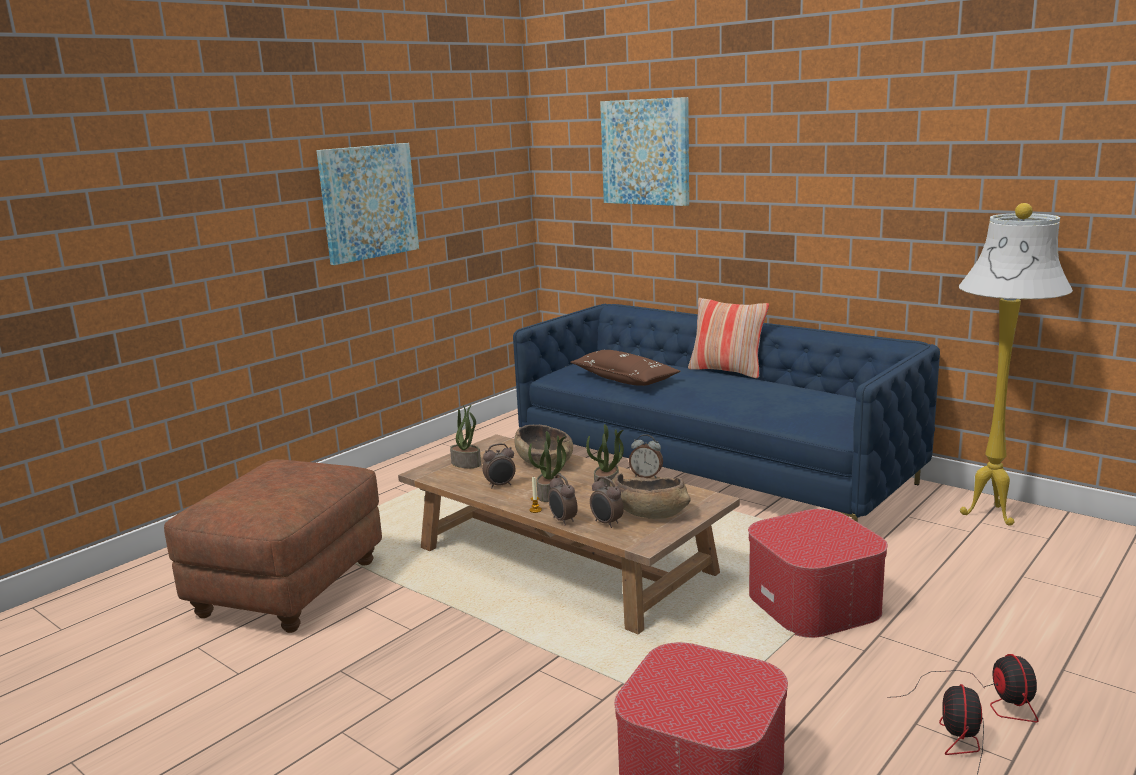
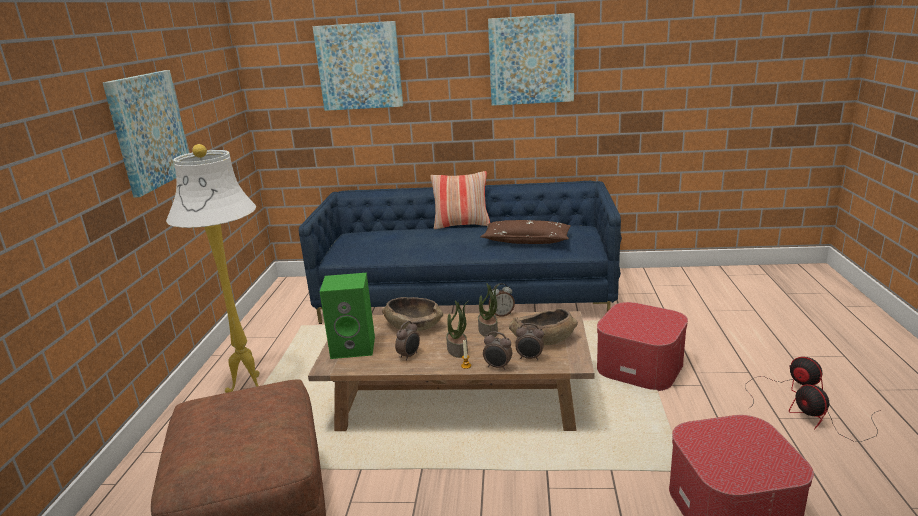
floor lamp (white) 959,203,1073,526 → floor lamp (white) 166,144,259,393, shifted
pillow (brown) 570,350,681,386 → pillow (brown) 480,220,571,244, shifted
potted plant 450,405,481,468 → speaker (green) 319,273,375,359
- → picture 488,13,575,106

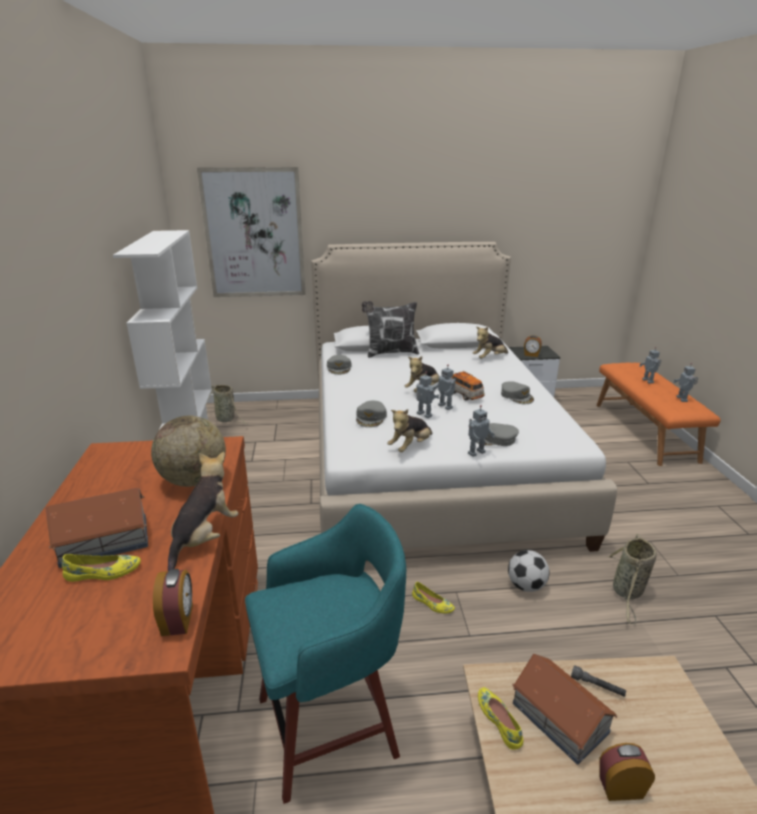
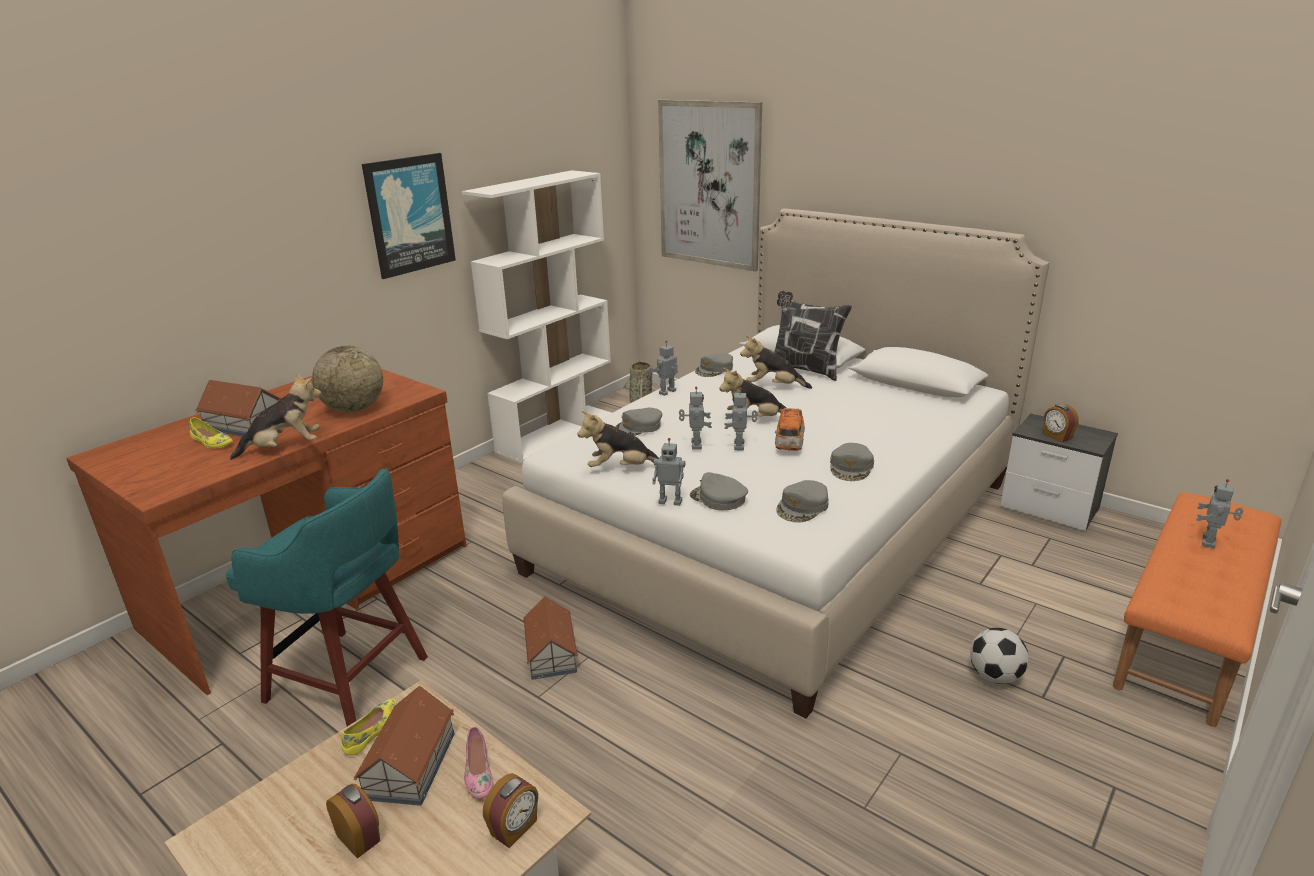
plush toy 473,327,508,359 → plush toy 740,335,812,389, shifted
toy robot 673,363,698,402 → toy robot 650,340,678,396, shifted
basket 608,534,657,624 → -
football 508,550,549,592 → football 970,628,1029,684, shifted
alarm clock 153,569,193,636 → alarm clock 483,773,538,848, shifted
shoe (yellow) 412,582,455,613 → toy house 523,596,578,680
flashlight (grey) 571,665,626,697 → shoe (pink) 464,726,493,799
- → picture 362,153,456,279
- → cap (grey) 776,480,829,523

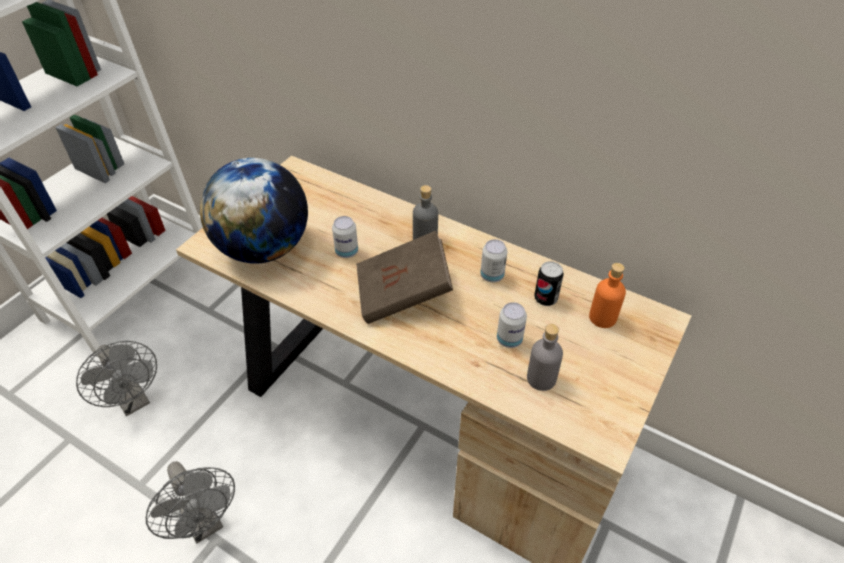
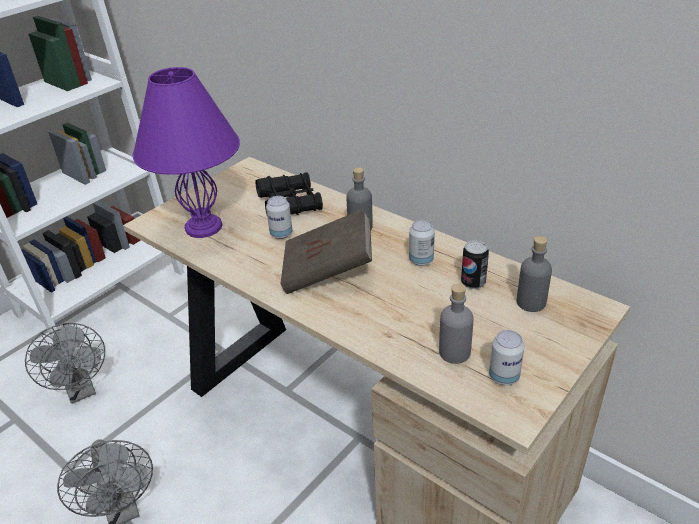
globe 200,158,308,264 → table lamp (purple) 133,67,240,238
bottle (orange) 589,263,626,328 → bottle (grey) 517,236,552,312
can 497,302,527,348 → can 489,330,525,385, shifted
- → binoculars (black) 255,172,323,215

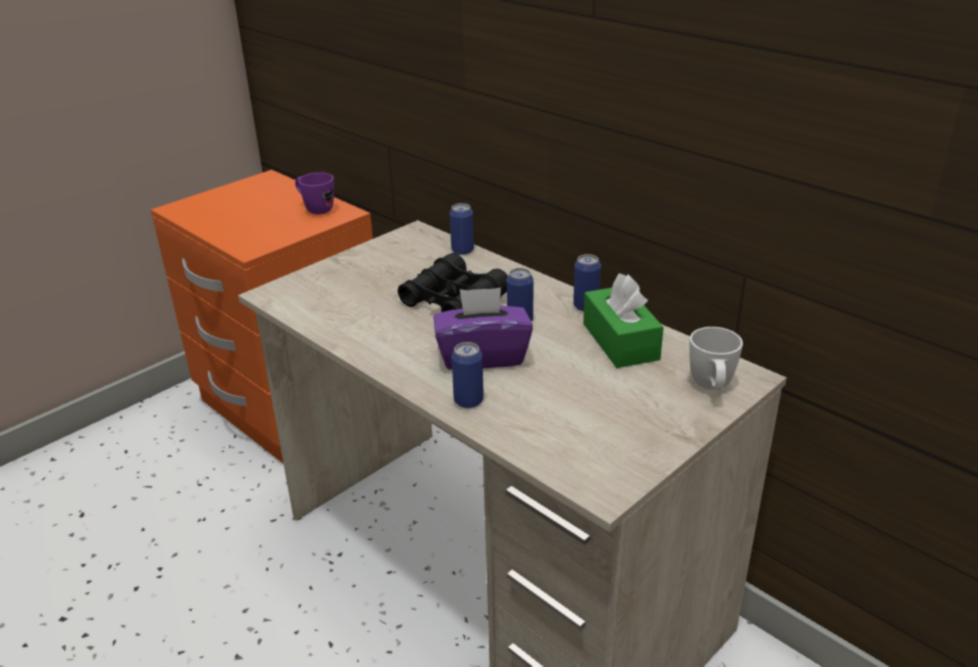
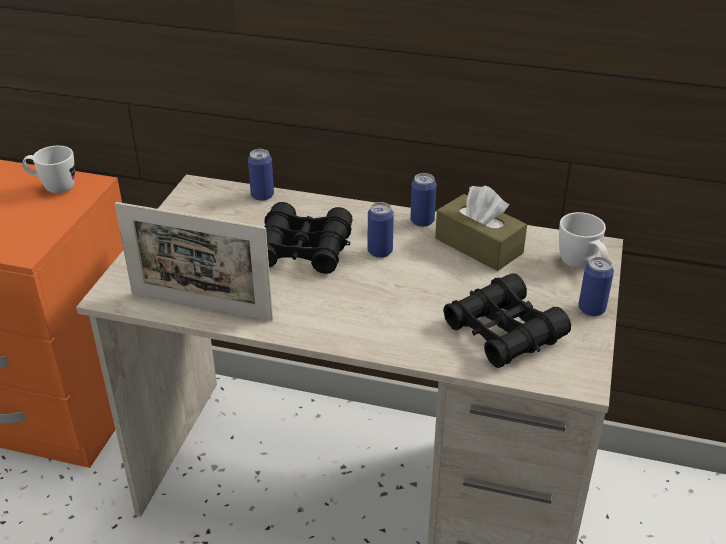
mug (purple) 295,172,334,214 → mug (white) 22,146,75,194
tissue box (green) 583,273,664,368 → tissue box (brown) 435,185,527,271
tissue box (purple) 434,287,533,371 → -
can 452,342,484,408 → can 578,257,614,316, shifted
- → picture frame 115,202,273,321
- → binoculars (black) 443,273,571,368

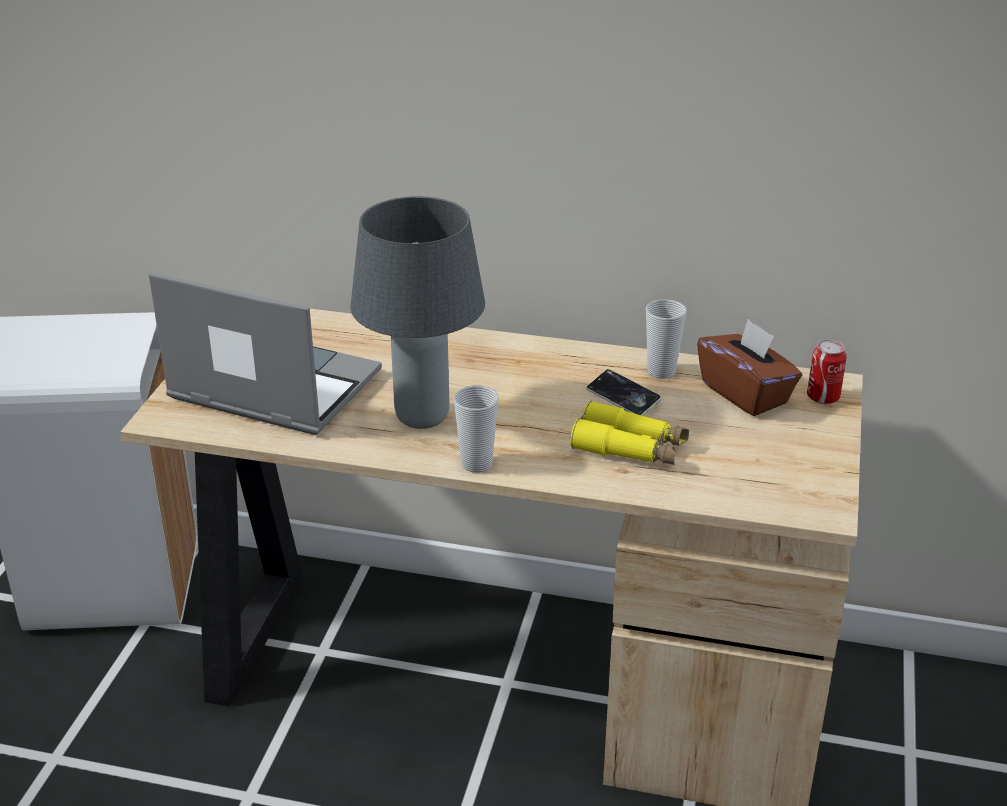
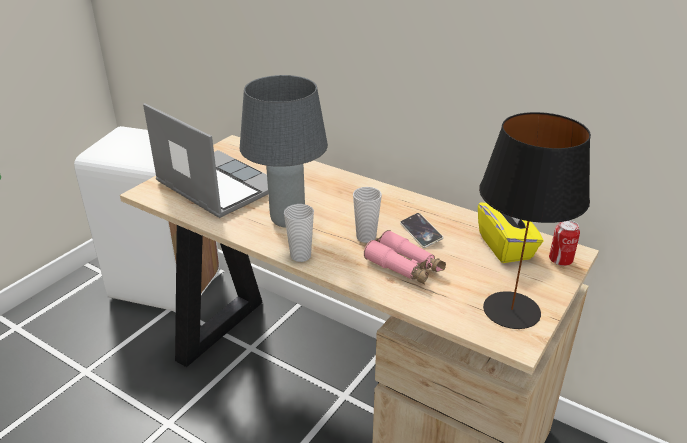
cup 646,299,687,379 → cup 353,187,382,243, shifted
tissue box (brown) 697,319,802,416 → tissue box (yellow) 478,202,544,263
binoculars (yellow) 570,401,689,465 → binoculars (pink) 364,230,446,284
- → table lamp (black) 479,112,591,329

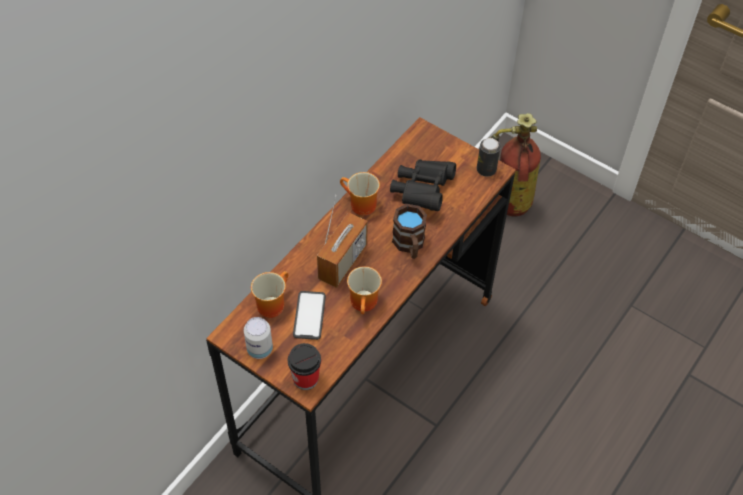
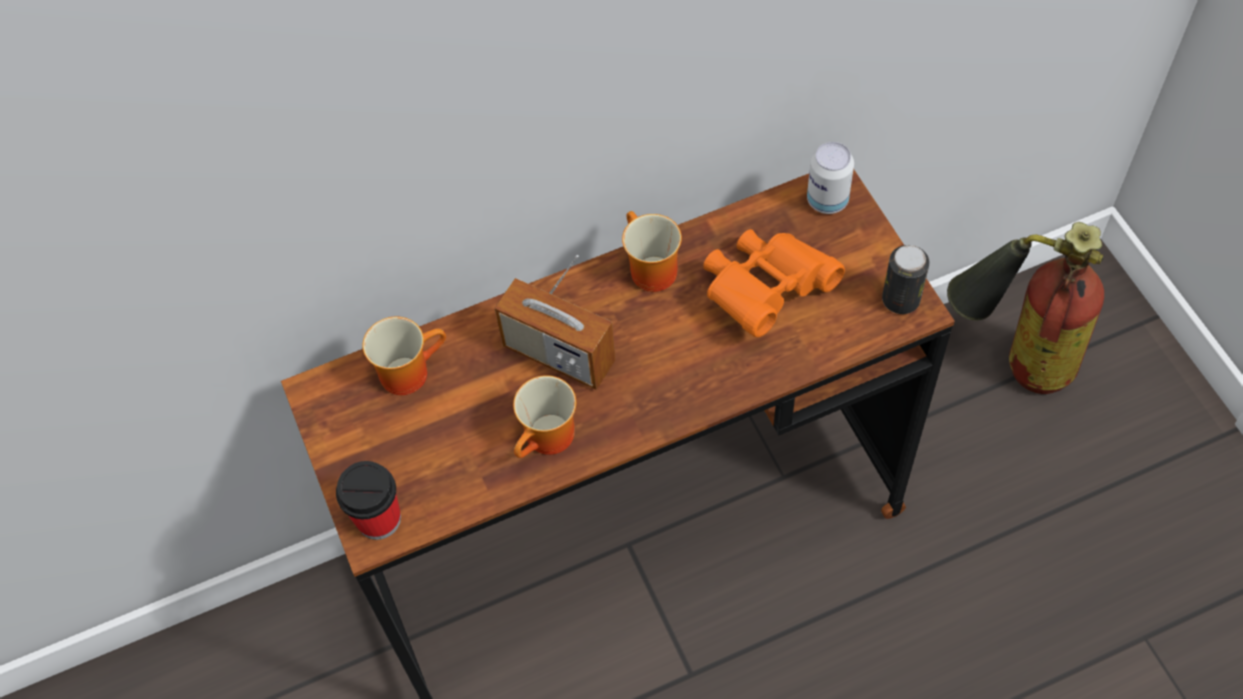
binoculars (black) 390,160,456,211 → binoculars (orange) 703,229,845,337
radio 317,195,368,288 → radio 495,255,616,390, 60 degrees clockwise
mug (brown) 392,204,427,259 → -
phone 293,291,326,340 → -
can 244,317,273,359 → can 807,142,854,214, shifted

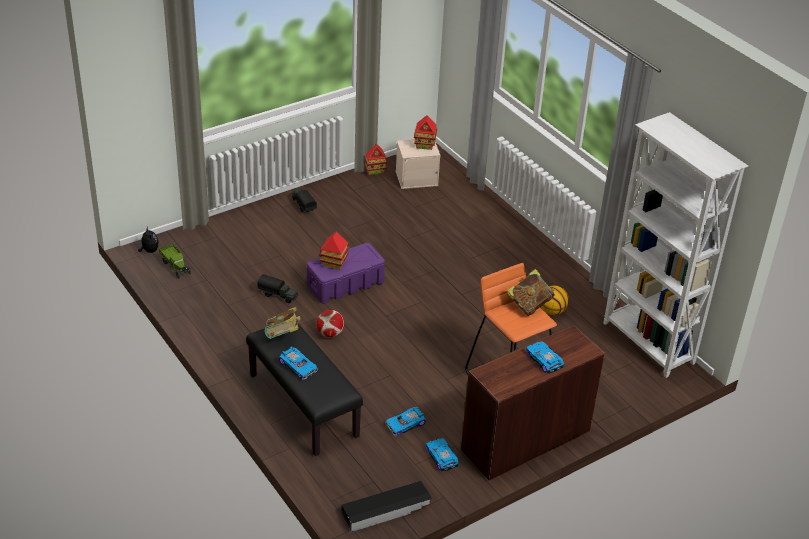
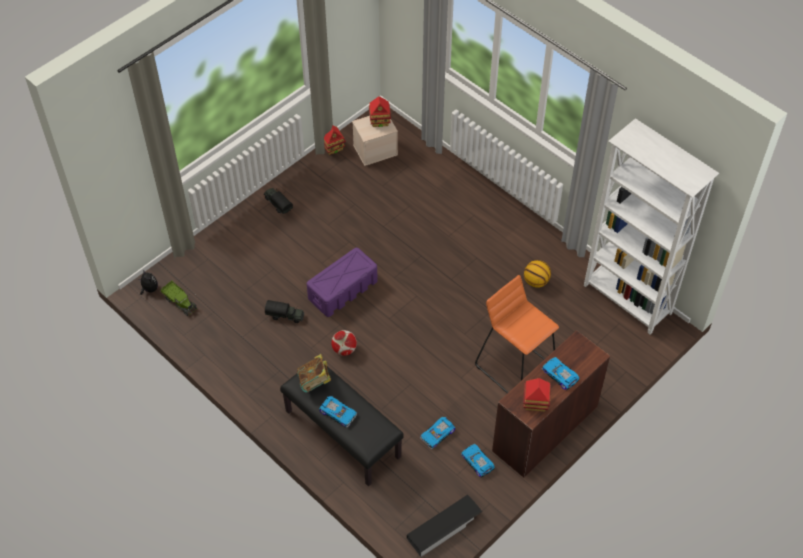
toy house 319,232,349,270 → toy house 523,378,551,411, shifted
book 507,269,555,316 → -

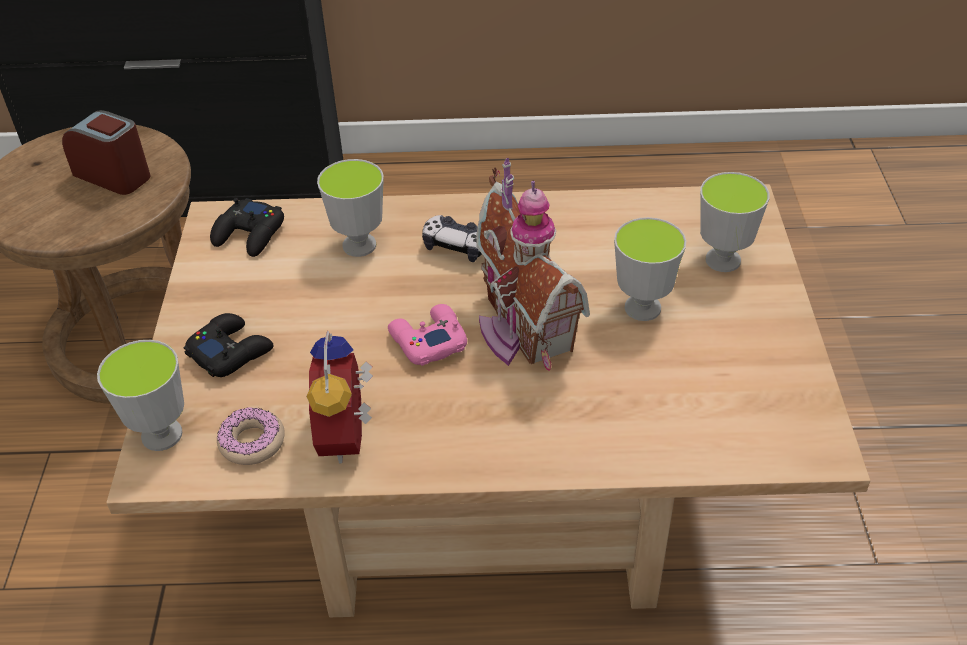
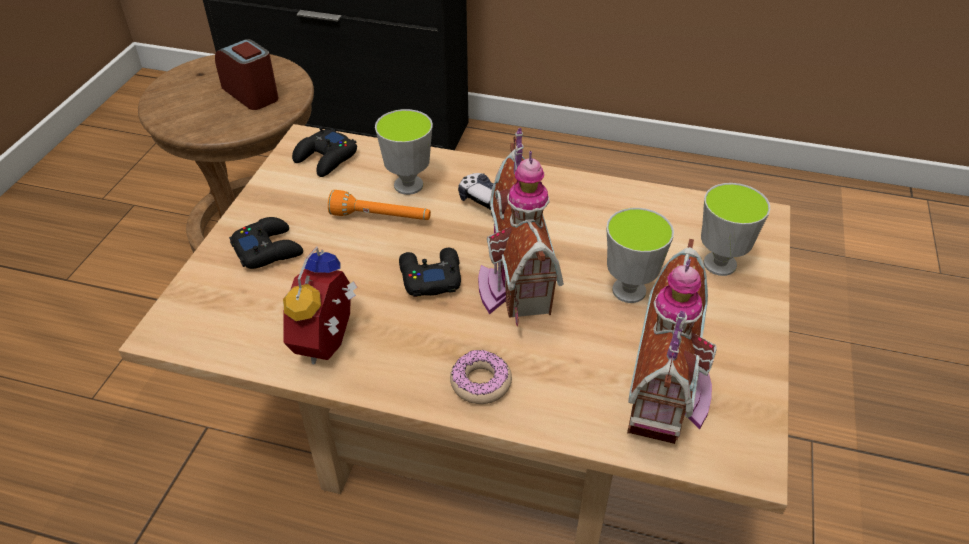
game controller (pink) 388,304,467,366 → game controller (black) 399,248,461,297
cup 97,340,184,451 → -
donut 217,407,285,465 → donut 450,350,512,404, shifted
- → flashlight (orange) 328,190,431,220
- → toy house 627,239,717,444

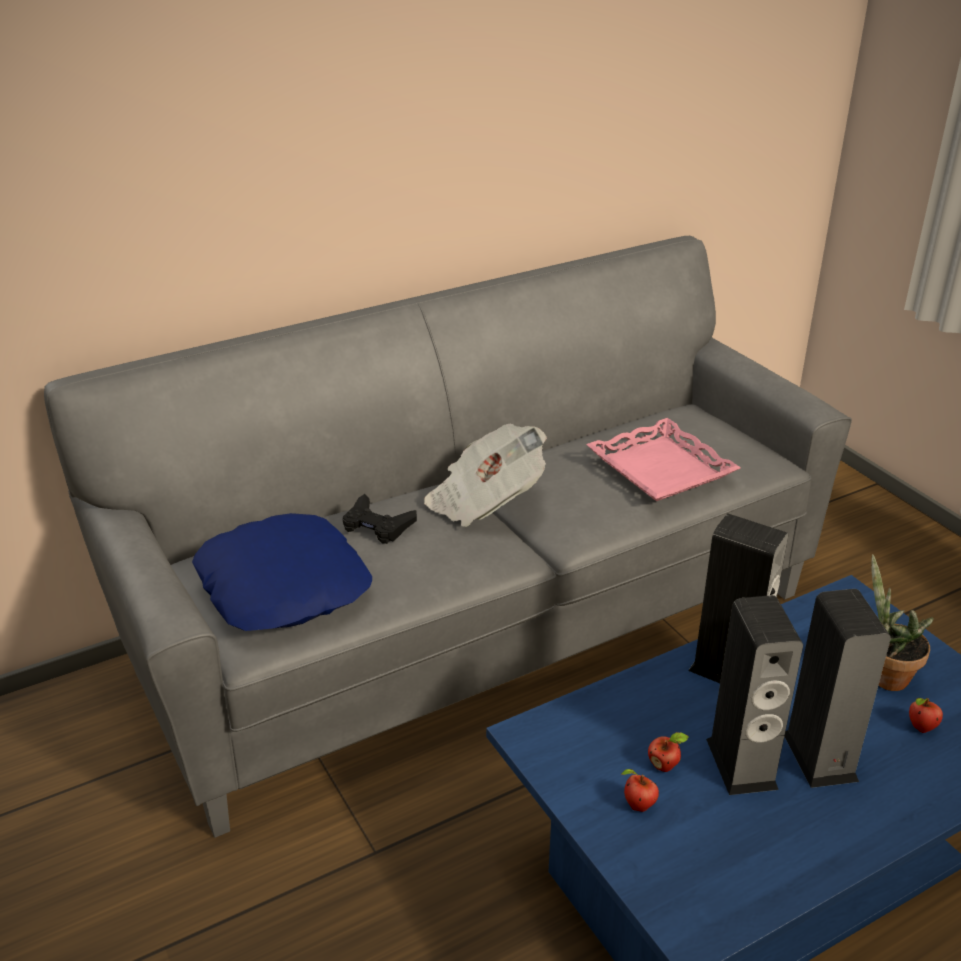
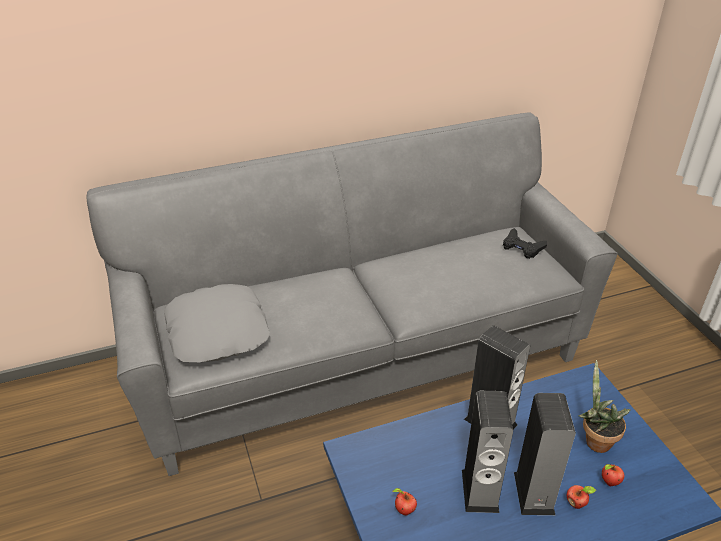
tray (pink) 586,418,741,501 → -
newspaper 424,423,547,527 → -
game controller (black) 343,494,417,544 → game controller (black) 503,228,547,259, shifted
pillow (blue) 192,513,372,631 → pillow (grey) 164,284,270,362
apple 648,732,689,772 → apple 567,485,596,509, shifted

